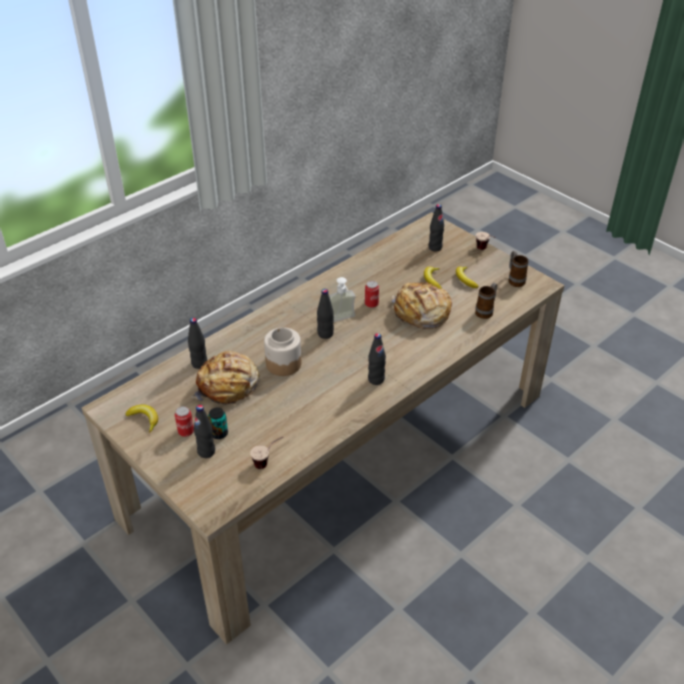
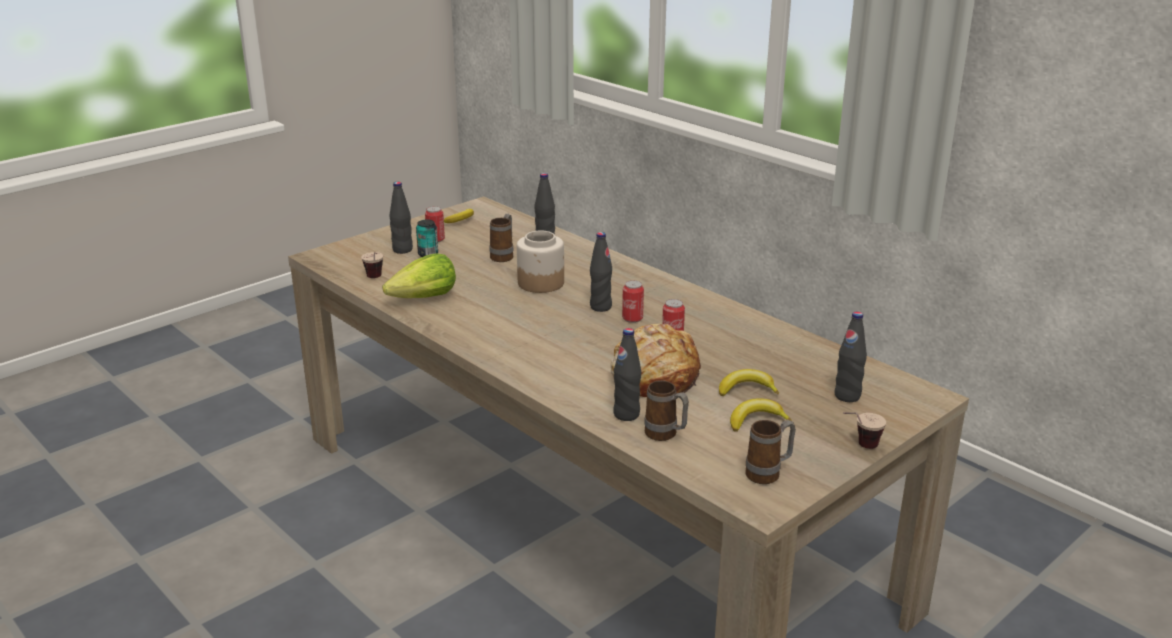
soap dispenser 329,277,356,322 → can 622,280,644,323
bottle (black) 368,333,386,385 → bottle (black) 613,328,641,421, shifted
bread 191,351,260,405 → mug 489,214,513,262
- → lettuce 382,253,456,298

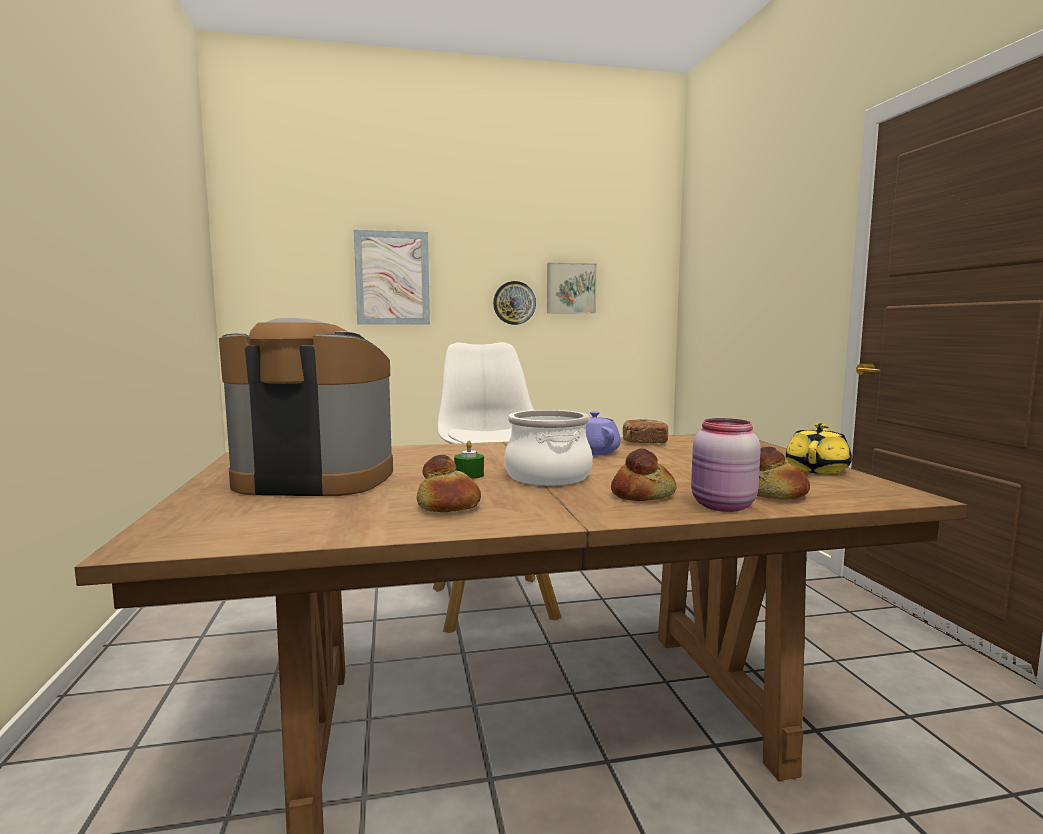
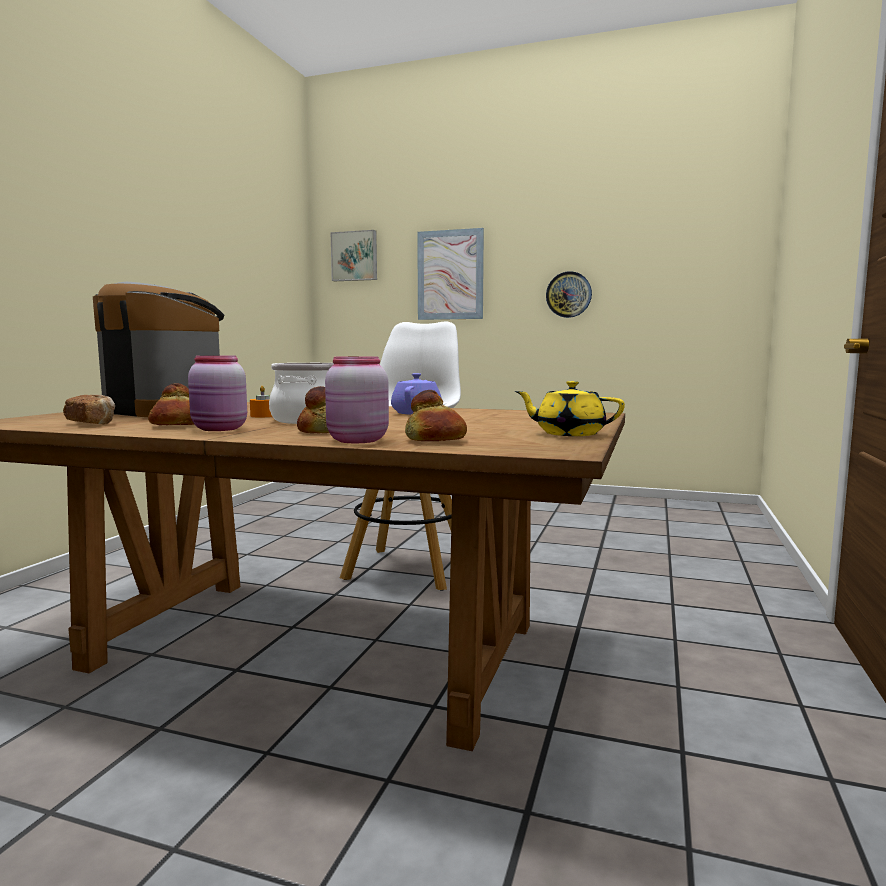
picture 547,263,597,314 → picture 331,230,377,281, shifted
bread 623,419,668,443 → bread 63,395,115,424, shifted
teapot (yellow) 786,423,852,474 → teapot (yellow) 515,381,625,436, 135 degrees counterclockwise
candle (green) 454,441,484,479 → candle (orange) 250,386,272,417
- → jar (pink) 188,356,247,431

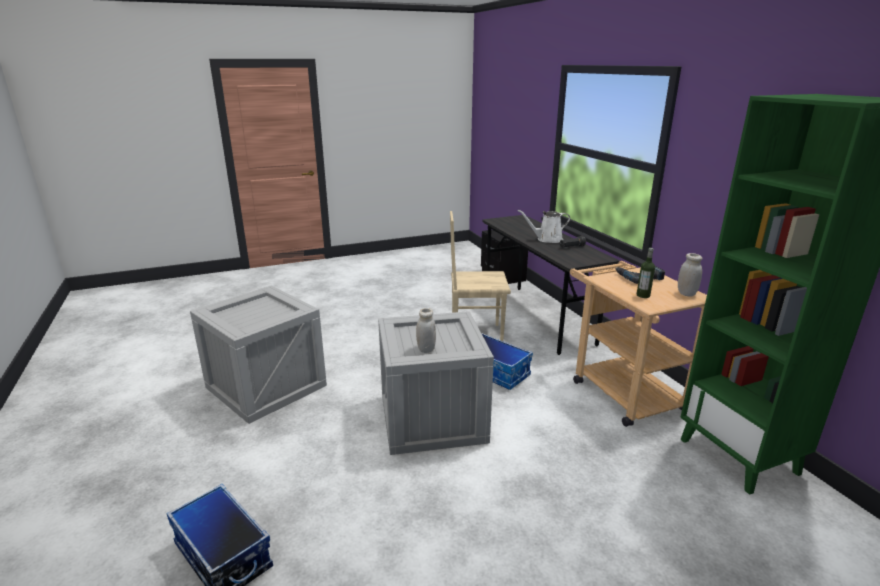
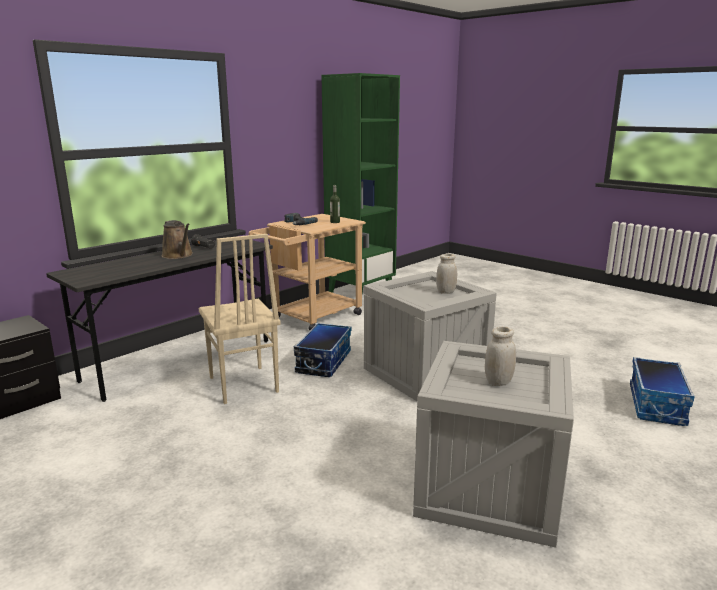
watering can (white) 518,210,570,243 → watering can (brown) 162,220,193,259
jar (white) 678,253,702,297 → jar (white) 485,327,516,386, shifted

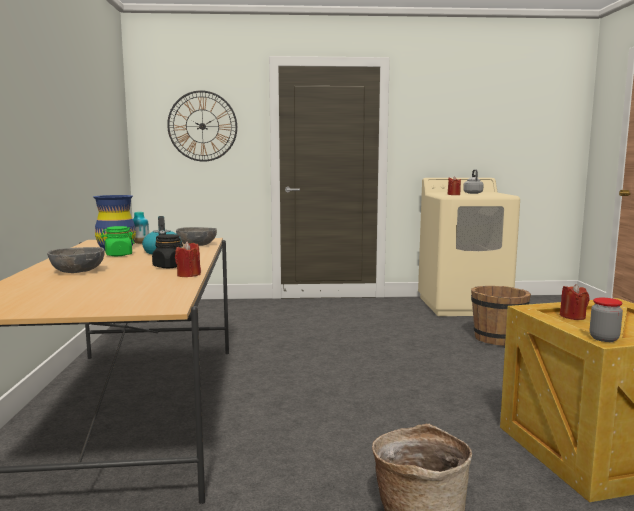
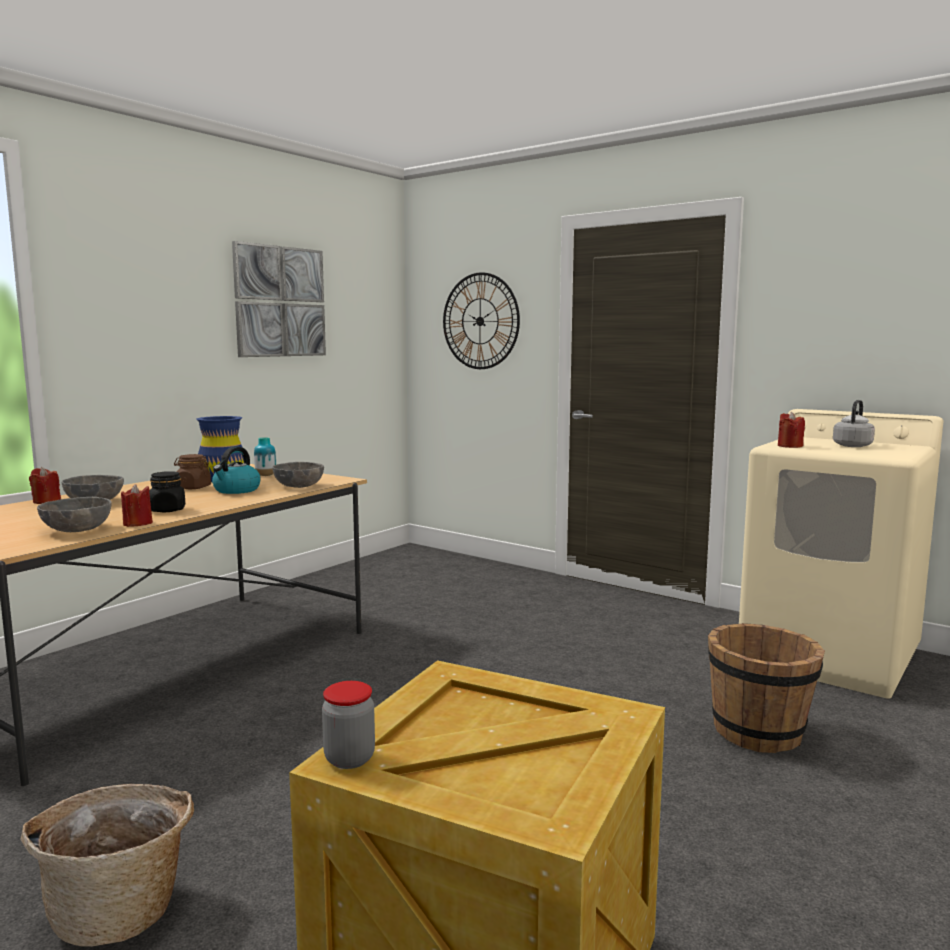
jar (green) 100,226,135,256 → jar (brown) 174,454,211,489
candle (red) 560,284,589,320 → candle (red) 29,467,61,504, shifted
- → picture 232,241,326,357
- → bowl (grey) 37,497,112,532

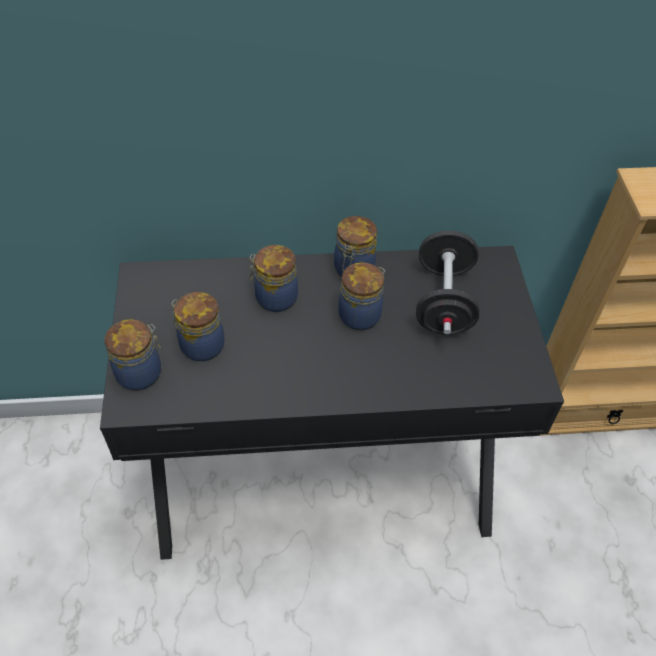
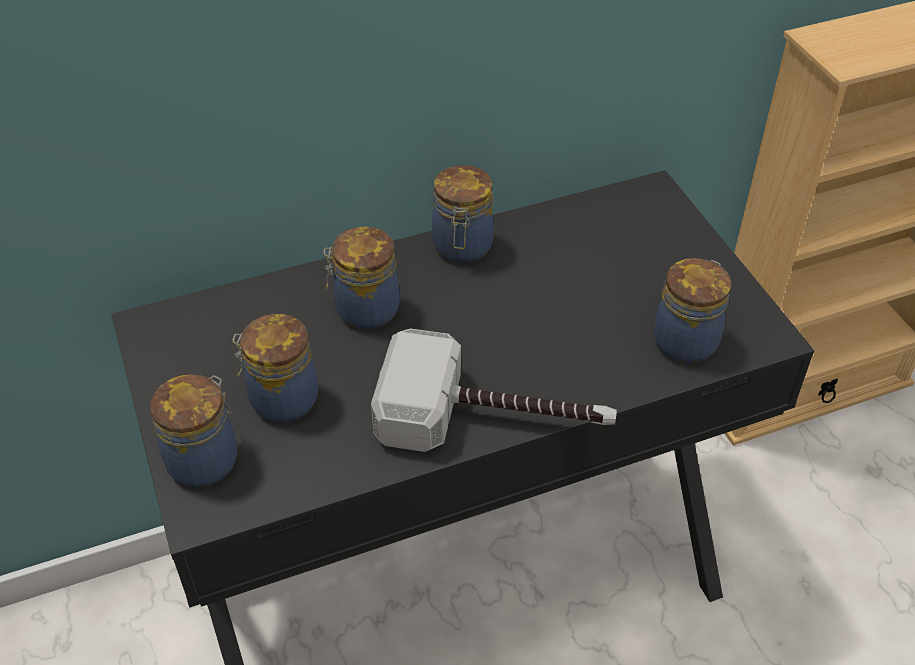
dumbbell (black) 416,230,480,335 → -
jar 338,262,385,330 → jar 654,258,731,363, shifted
- → hammer 371,328,617,452

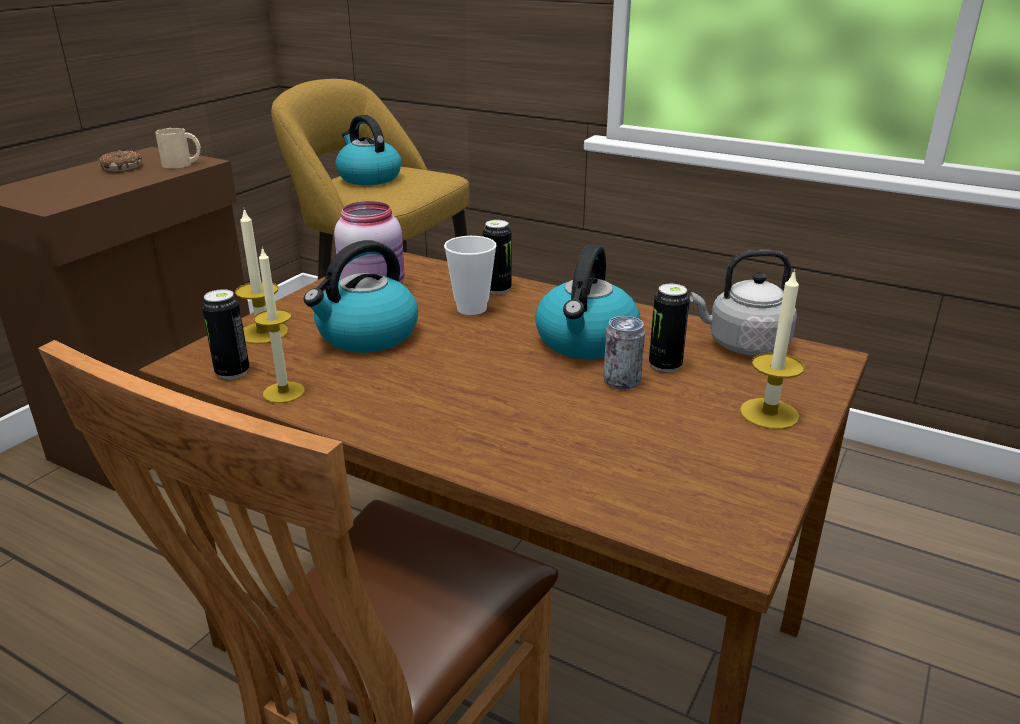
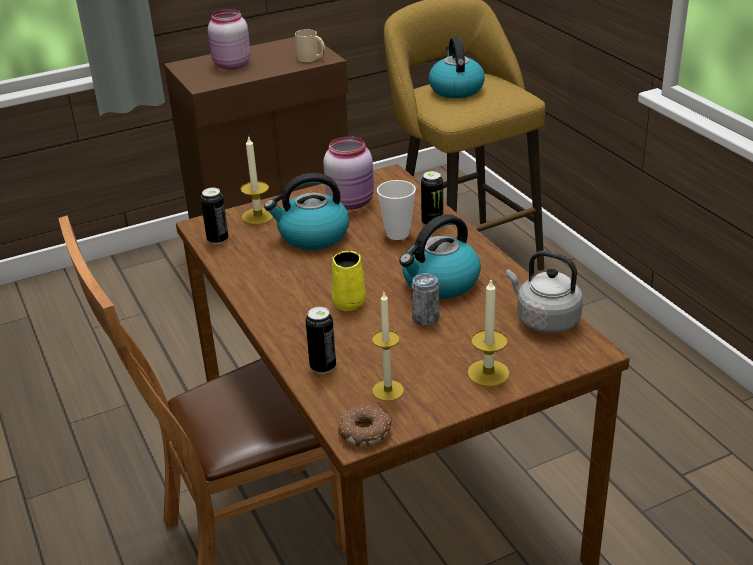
donut 99,151,142,171 → donut 338,405,392,447, shifted
candle 254,247,305,403 → candle 372,293,404,401, shifted
can 649,284,690,372 → can 305,307,336,374, shifted
- → jar (pink) 208,9,251,70
- → mug (yellow) 332,251,366,312

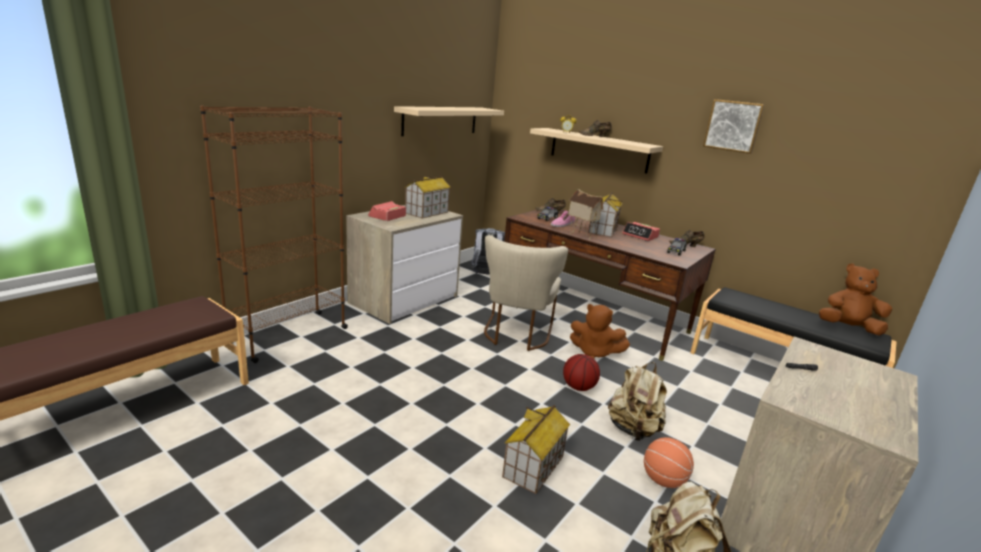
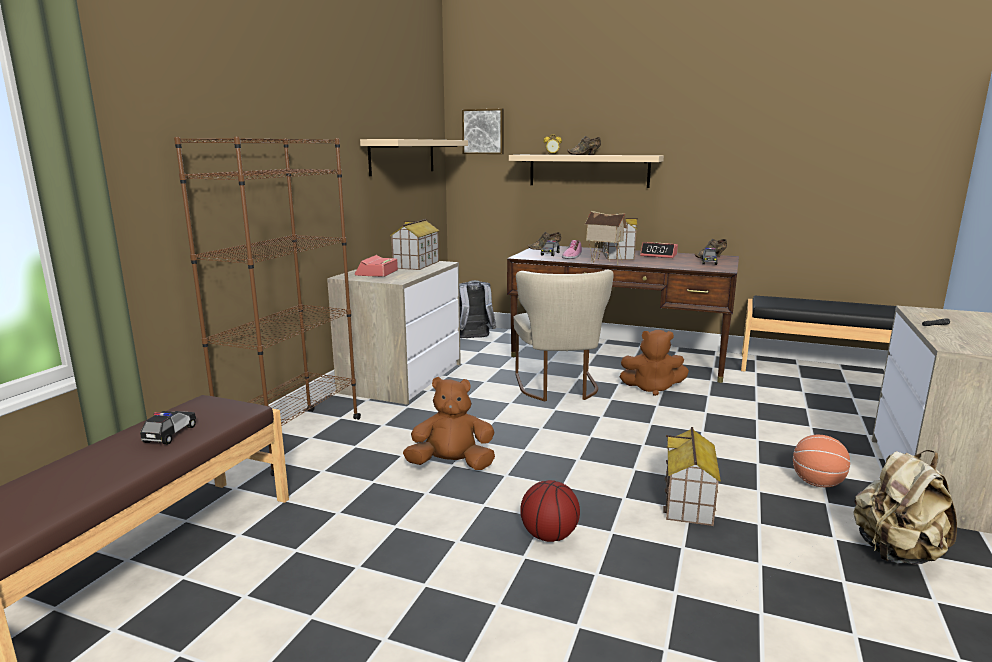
picture 703,99,765,154 → picture 462,109,504,154, shifted
plush toy (brown) 819,264,892,335 → plush toy (brown) 403,377,495,470, shifted
basketball 563,354,600,391 → basketball 520,480,580,542, shifted
backpack (beige) 608,362,667,441 → -
- → toy car 140,411,196,444

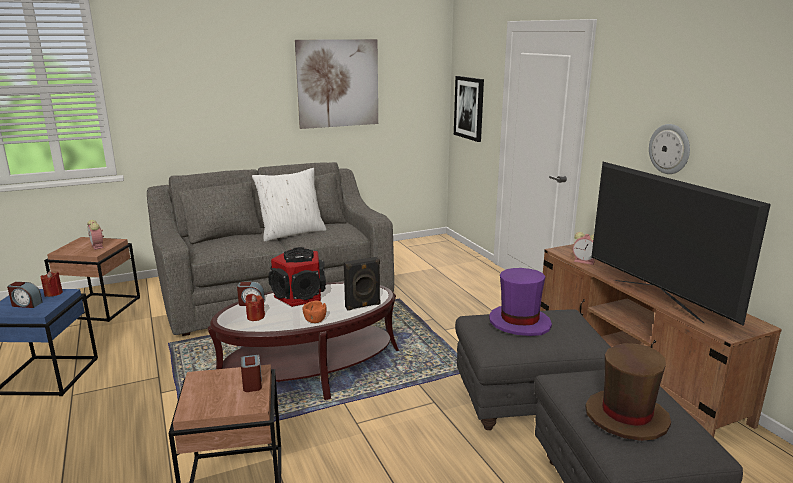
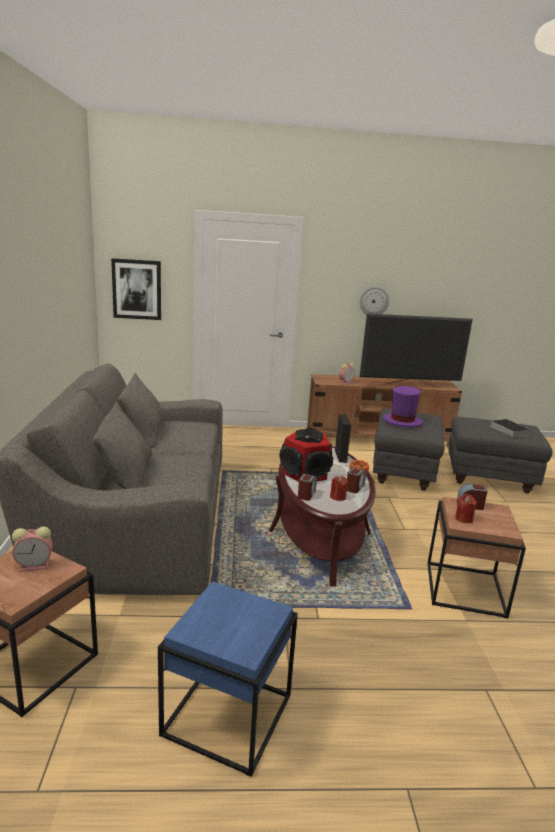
picture 295,39,378,129 → -
pillow (white) 252,168,326,242 → -
candle (red) 41,271,63,297 → candle (red) 455,494,476,523, shifted
alarm clock 7,282,42,308 → alarm clock 347,468,366,493, shifted
hat (brown) 585,343,671,441 → book 490,419,531,437

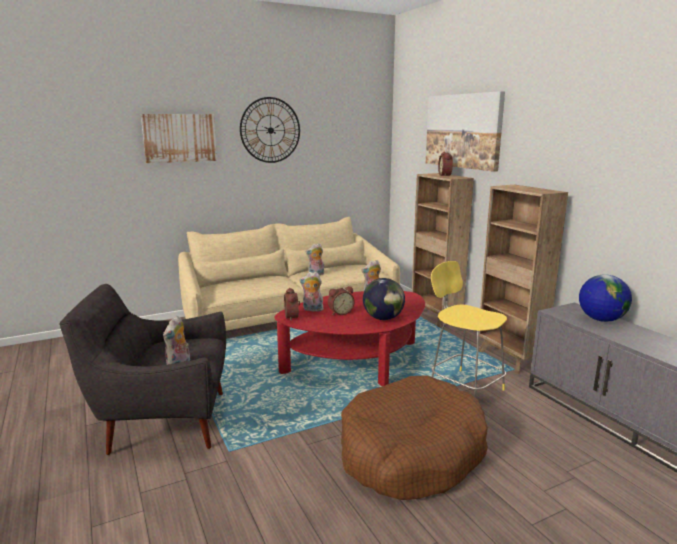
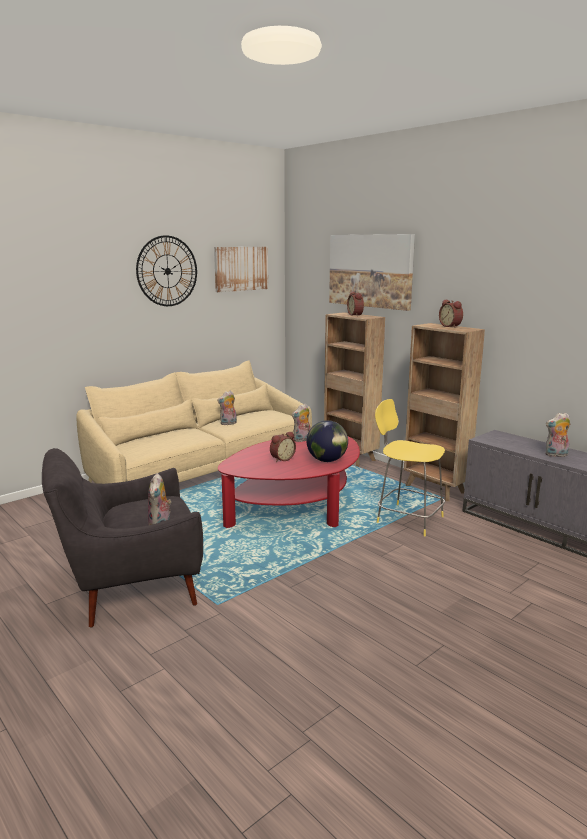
picture 141,114,217,163 → picture 214,247,268,292, shifted
plush toy 299,272,324,312 → plush toy 545,413,570,457, shifted
globe 579,275,632,322 → -
alarm clock 284,288,300,321 → alarm clock 439,299,463,328, shifted
dog bed (brown) 341,375,488,500 → -

